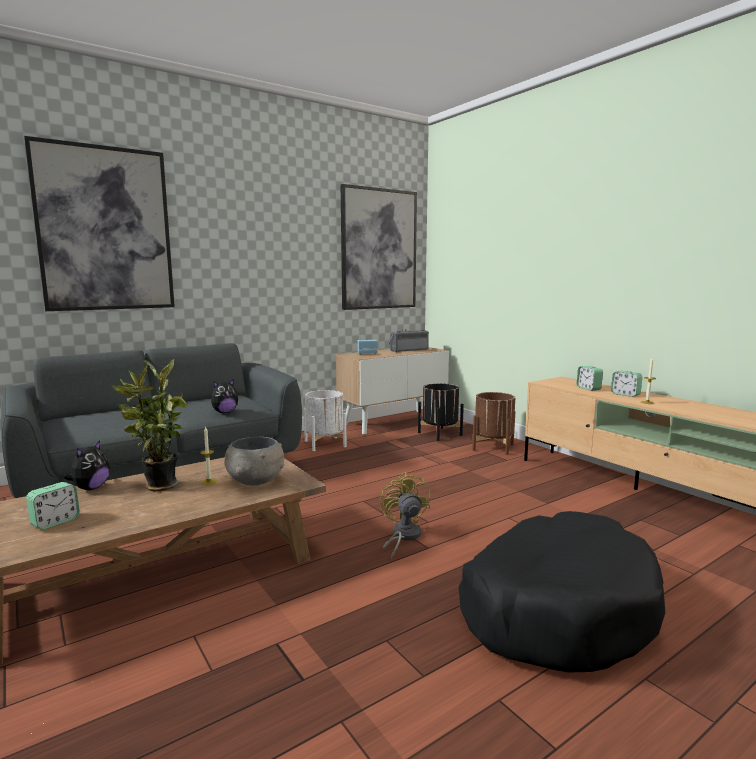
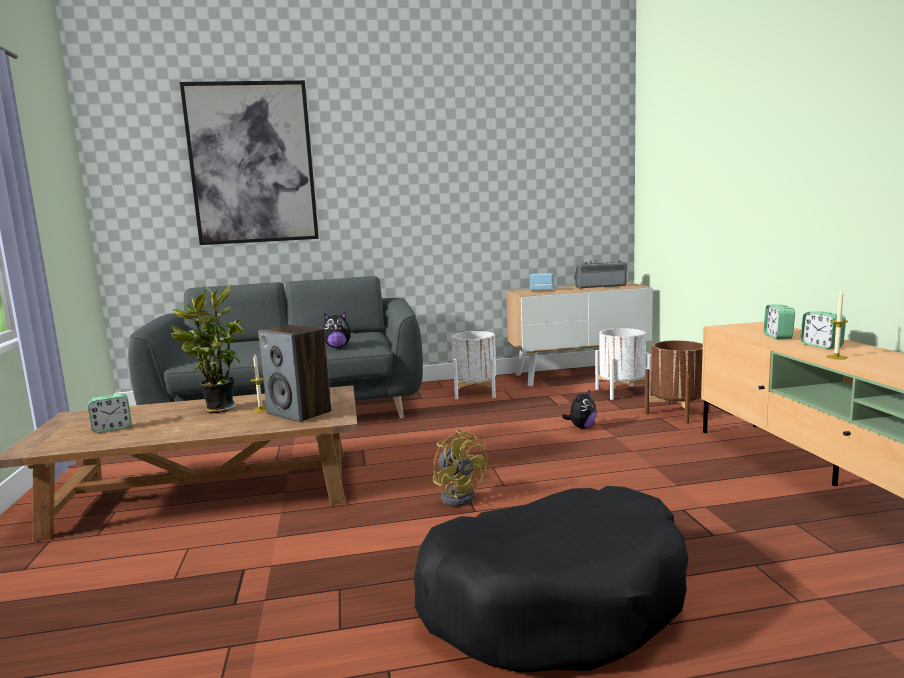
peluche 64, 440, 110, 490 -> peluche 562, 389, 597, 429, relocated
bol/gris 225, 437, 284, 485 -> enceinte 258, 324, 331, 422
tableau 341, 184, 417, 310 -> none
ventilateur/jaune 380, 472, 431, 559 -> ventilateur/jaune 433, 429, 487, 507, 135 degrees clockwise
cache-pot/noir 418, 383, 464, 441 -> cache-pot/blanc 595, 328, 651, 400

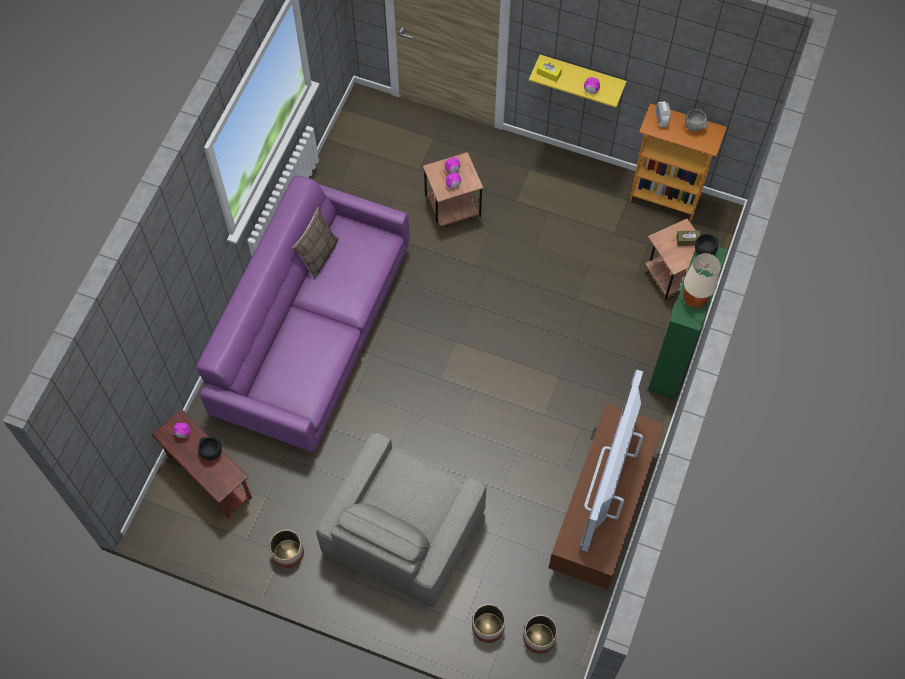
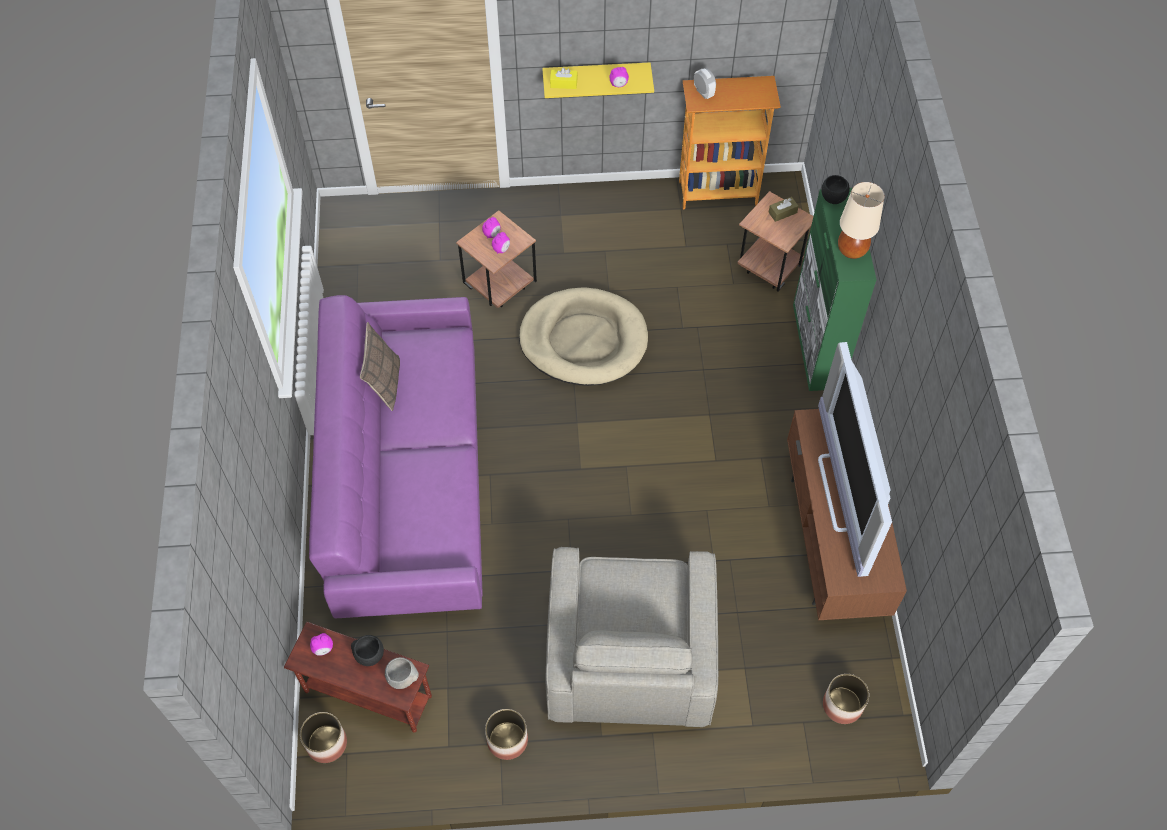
cache-pot 472, 604, 505, 643 -> cache-pot 300, 712, 347, 763, relocated
bol/gris 685, 109, 708, 132 -> bol/gris 385, 657, 419, 689, relocated
none -> panier pour chien/beige 519, 287, 648, 386

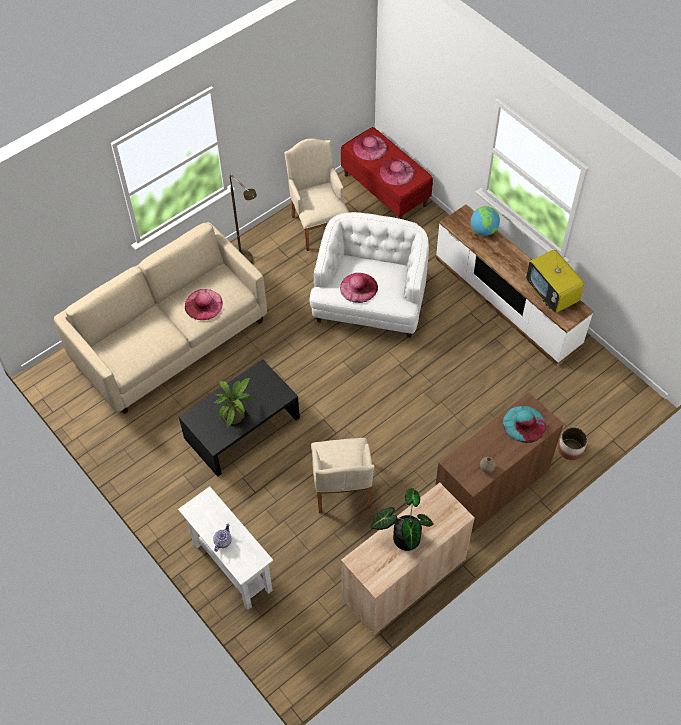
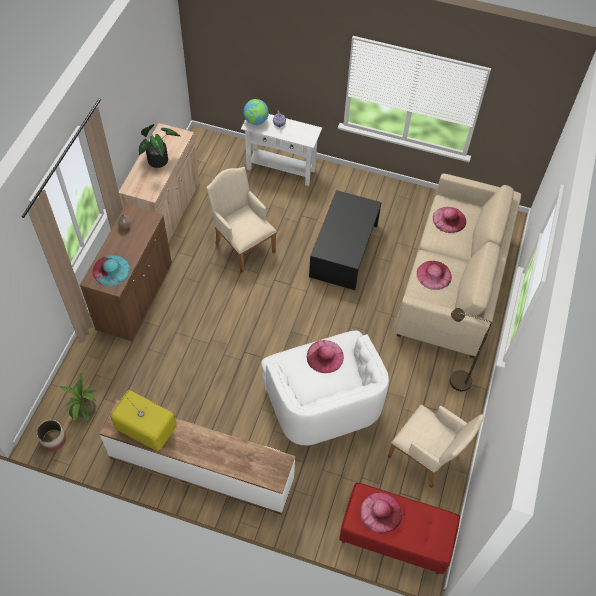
plante en pot 214, 378, 251, 428 -> plante en pot 60, 373, 97, 423, relocated
chapeau/rose 353, 135, 387, 160 -> chapeau/rose 433, 207, 466, 233, relocated
globe 471, 206, 500, 236 -> globe 243, 99, 269, 125, relocated
cache-pot 558, 427, 588, 460 -> cache-pot 36, 420, 66, 451, relocated

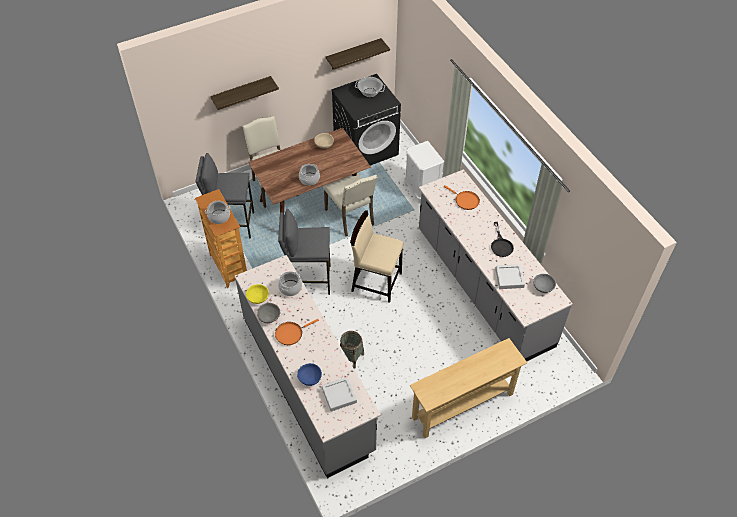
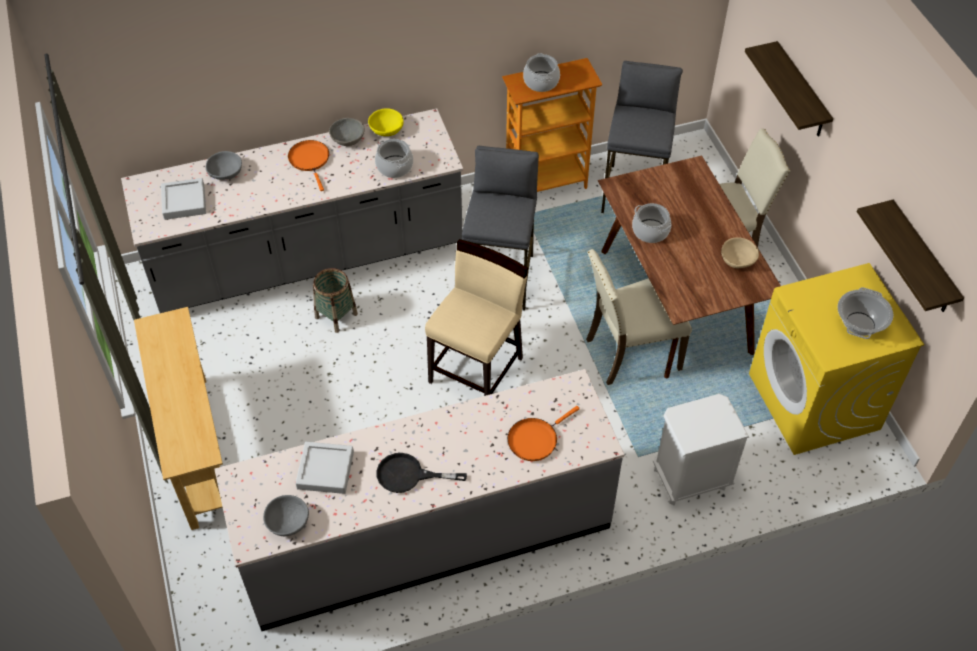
bol/bleu 297, 363, 322, 386 -> bol/gris 206, 151, 242, 180
lave-linge/noir 331, 74, 401, 166 -> lave-linge/jaune 749, 263, 925, 455

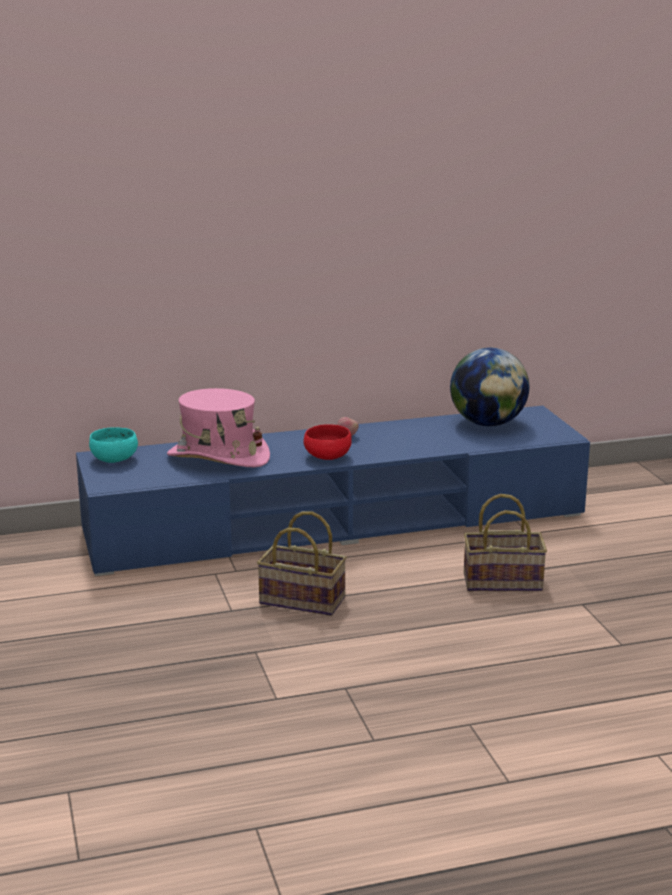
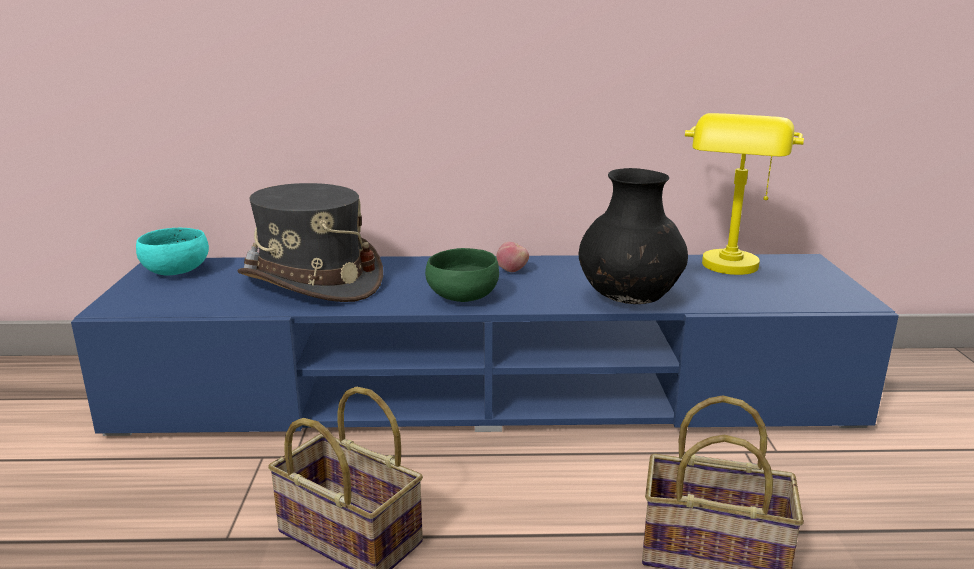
chapeau/rose 167, 388, 270, 468 -> chapeau/gris 238, 183, 383, 302
bol/rouge 304, 424, 352, 460 -> bol/vert 425, 248, 499, 302
globe 450, 348, 529, 426 -> lampe de table/jaune 685, 113, 804, 275
none -> vase/noir 579, 168, 688, 304

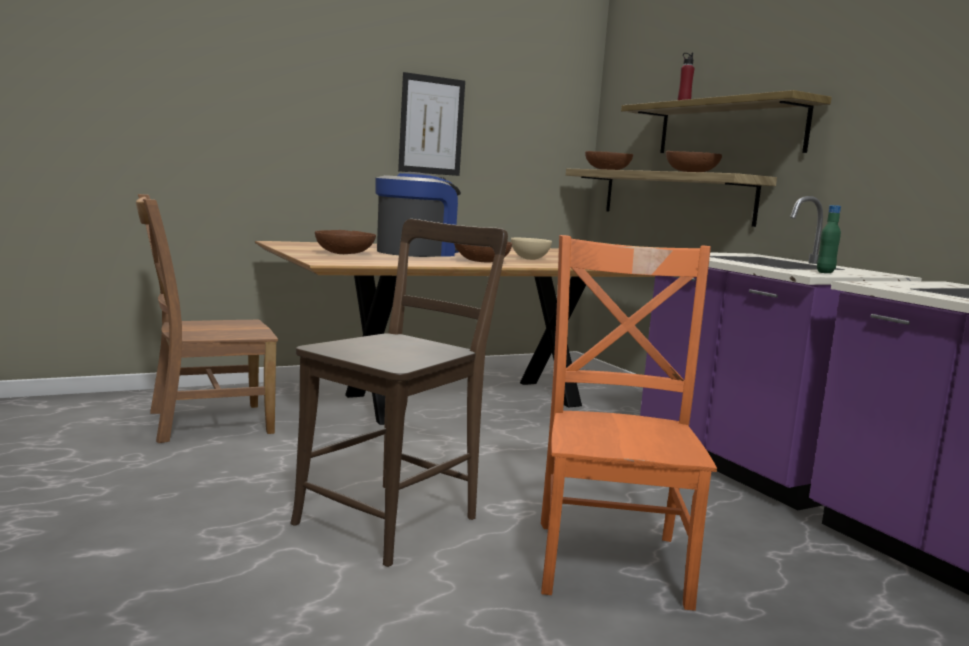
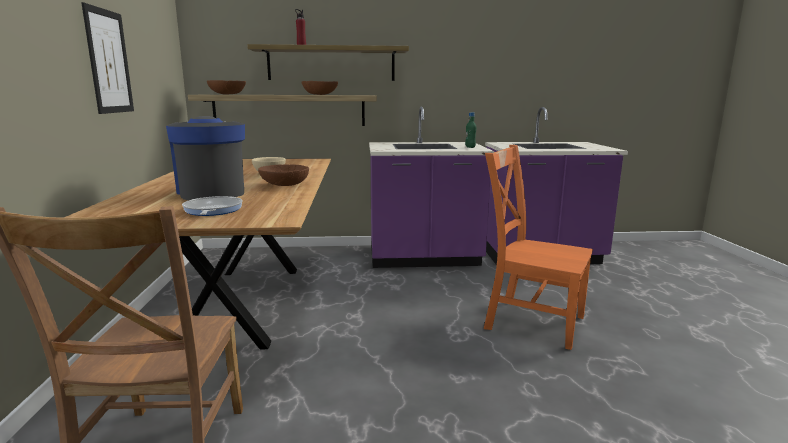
chaise/marron 290, 219, 508, 567 -> none
bol/marron 315, 230, 376, 254 -> poêle 182, 196, 243, 216

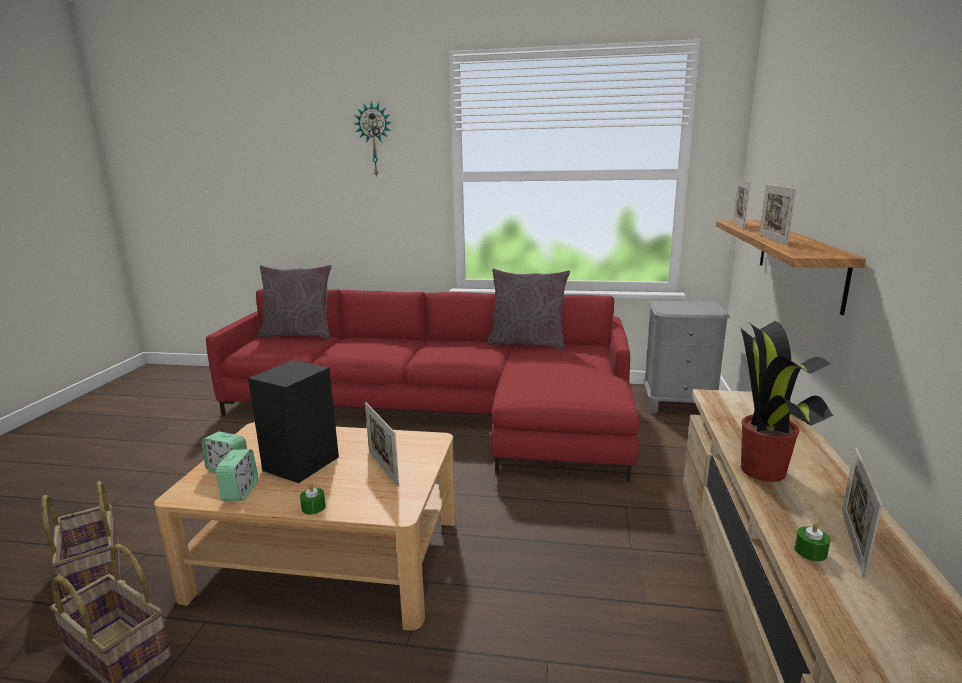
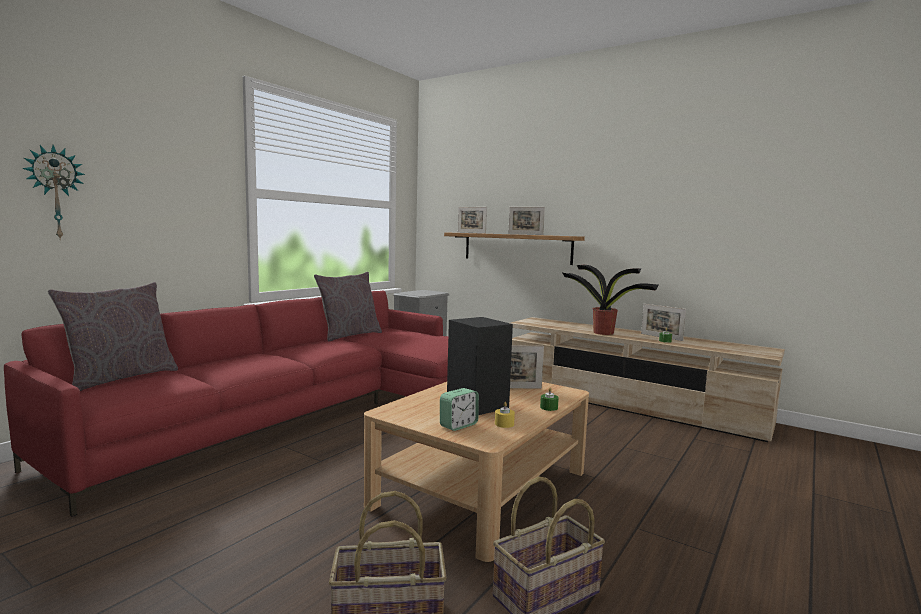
réveil 216, 449, 258, 501 -> bougie/jaune 495, 402, 515, 428
horloge murale 354, 101, 392, 178 -> horloge murale 22, 145, 85, 240, relocated

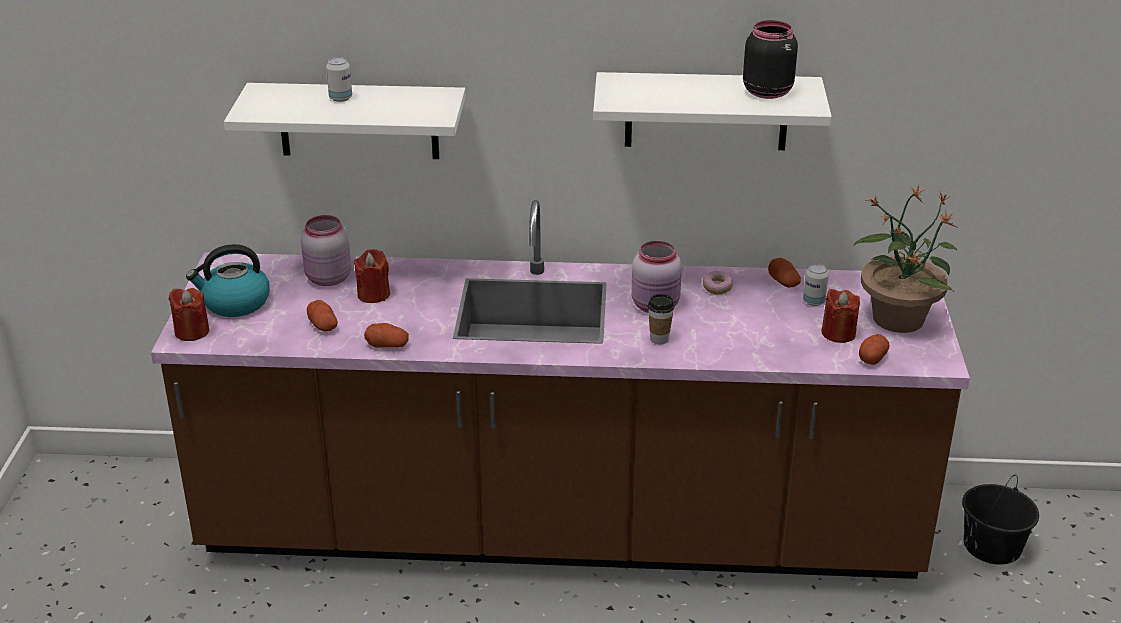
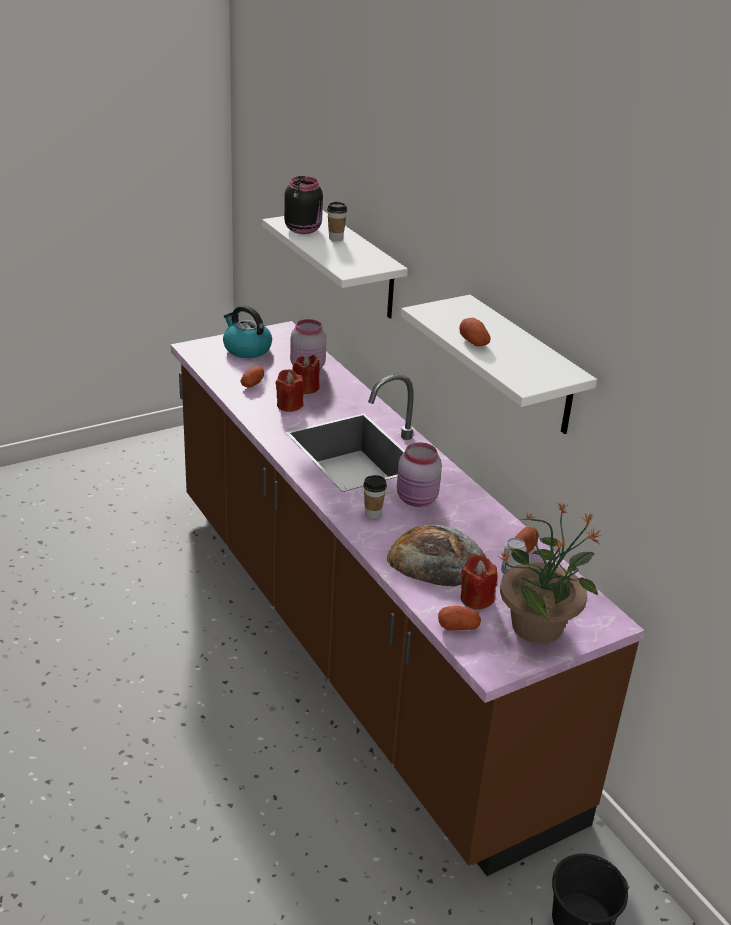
bougie/rouge 169, 288, 209, 341 -> bougie/rouge 276, 369, 304, 412, relocated
boîte métallique 326, 57, 352, 102 -> tasse 327, 202, 347, 241
pomme de terre 364, 323, 409, 348 -> pomme de terre 459, 318, 491, 346, relocated
beignet 703, 271, 733, 294 -> none
bocal/noir 743, 20, 798, 99 -> bocal/noir 284, 176, 323, 234, relocated
none -> pain 387, 525, 486, 587

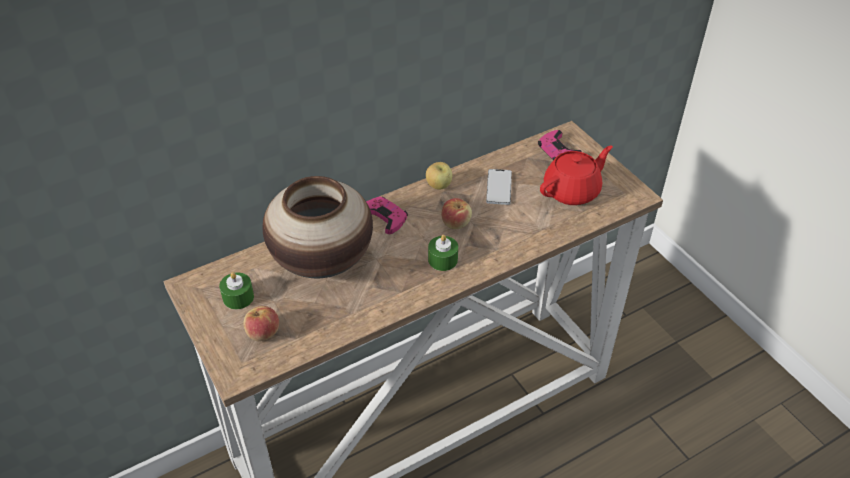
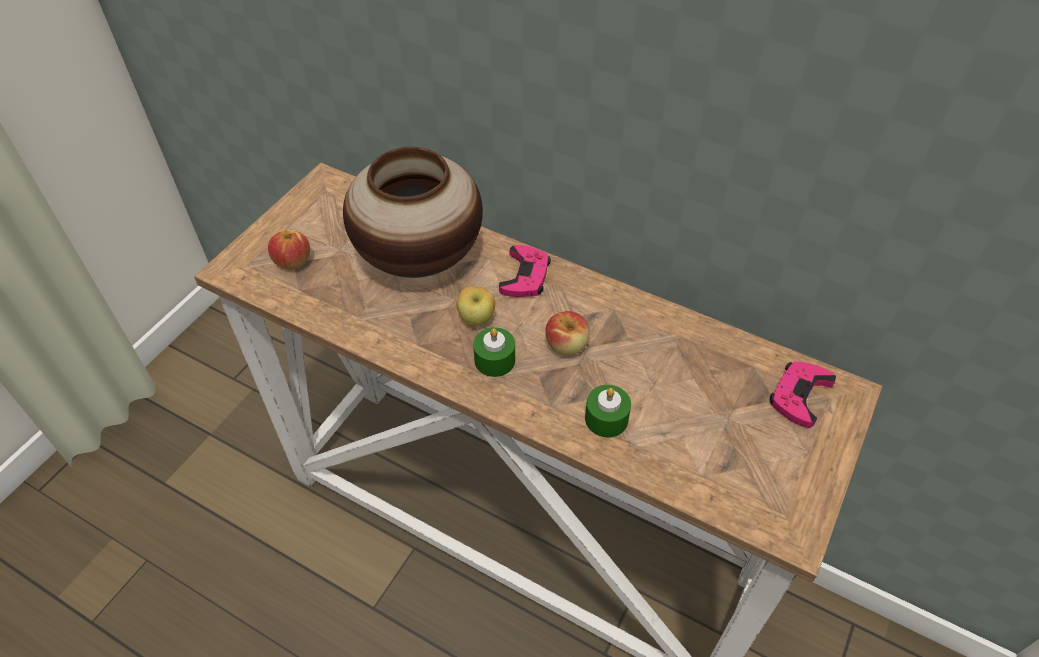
bougie/vert 219, 272, 254, 310 -> bougie/vert 585, 385, 631, 437, relocated
pomme 426, 162, 452, 189 -> pomme 457, 286, 495, 326, relocated
téléphone 486, 169, 512, 205 -> none
théière/rouge 540, 146, 613, 205 -> none

